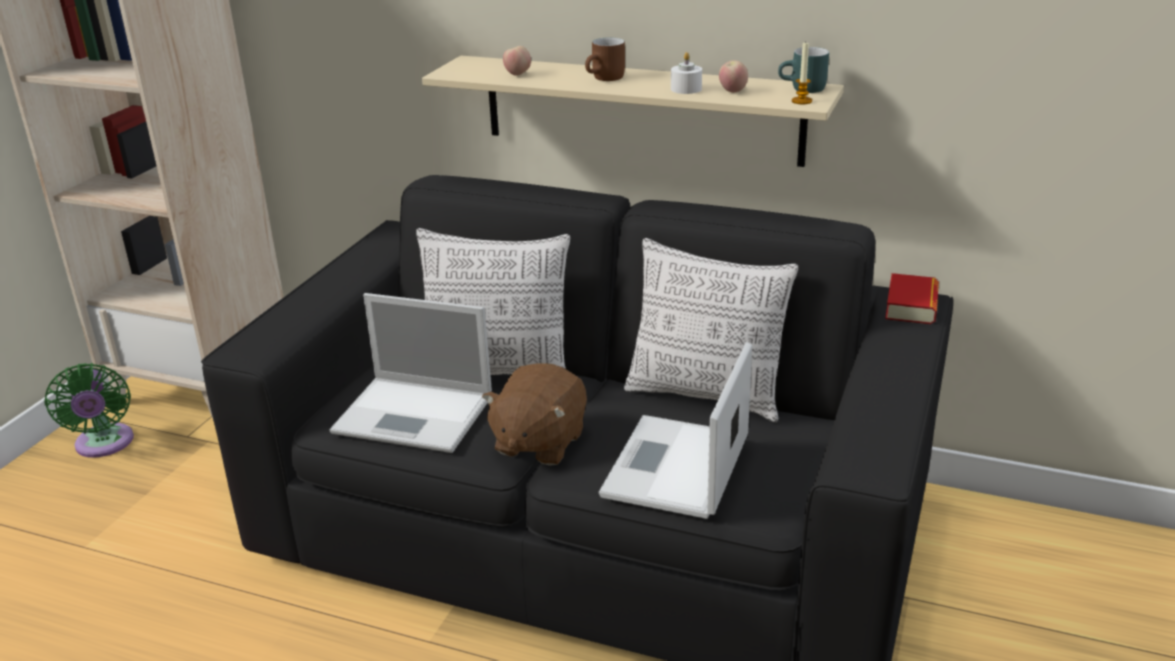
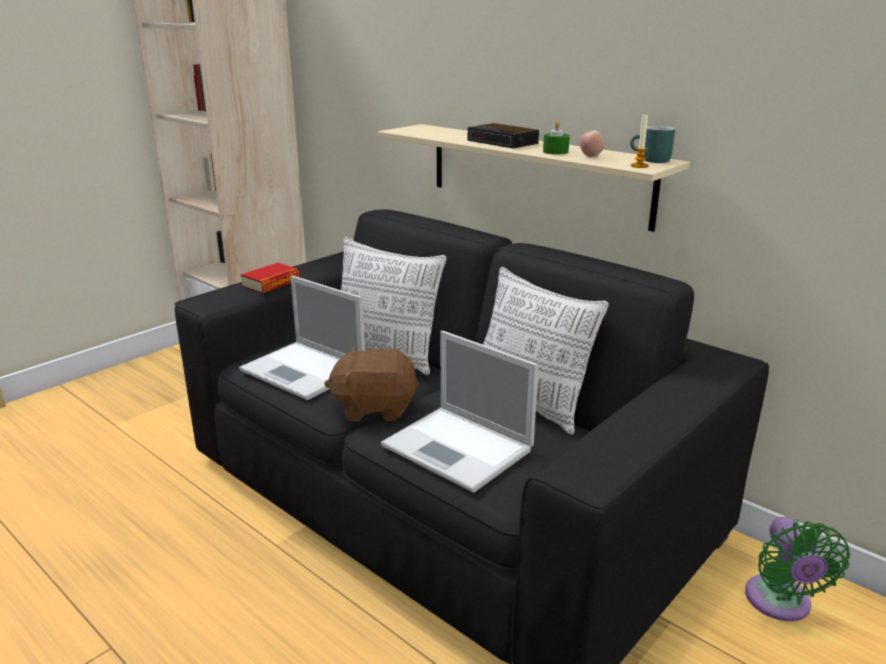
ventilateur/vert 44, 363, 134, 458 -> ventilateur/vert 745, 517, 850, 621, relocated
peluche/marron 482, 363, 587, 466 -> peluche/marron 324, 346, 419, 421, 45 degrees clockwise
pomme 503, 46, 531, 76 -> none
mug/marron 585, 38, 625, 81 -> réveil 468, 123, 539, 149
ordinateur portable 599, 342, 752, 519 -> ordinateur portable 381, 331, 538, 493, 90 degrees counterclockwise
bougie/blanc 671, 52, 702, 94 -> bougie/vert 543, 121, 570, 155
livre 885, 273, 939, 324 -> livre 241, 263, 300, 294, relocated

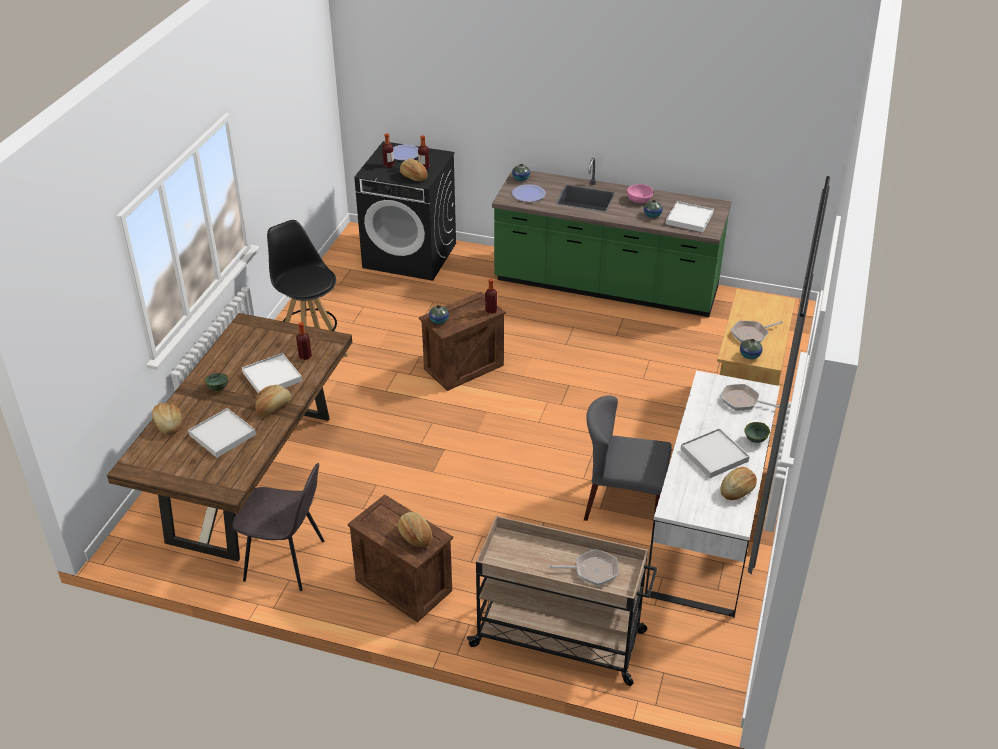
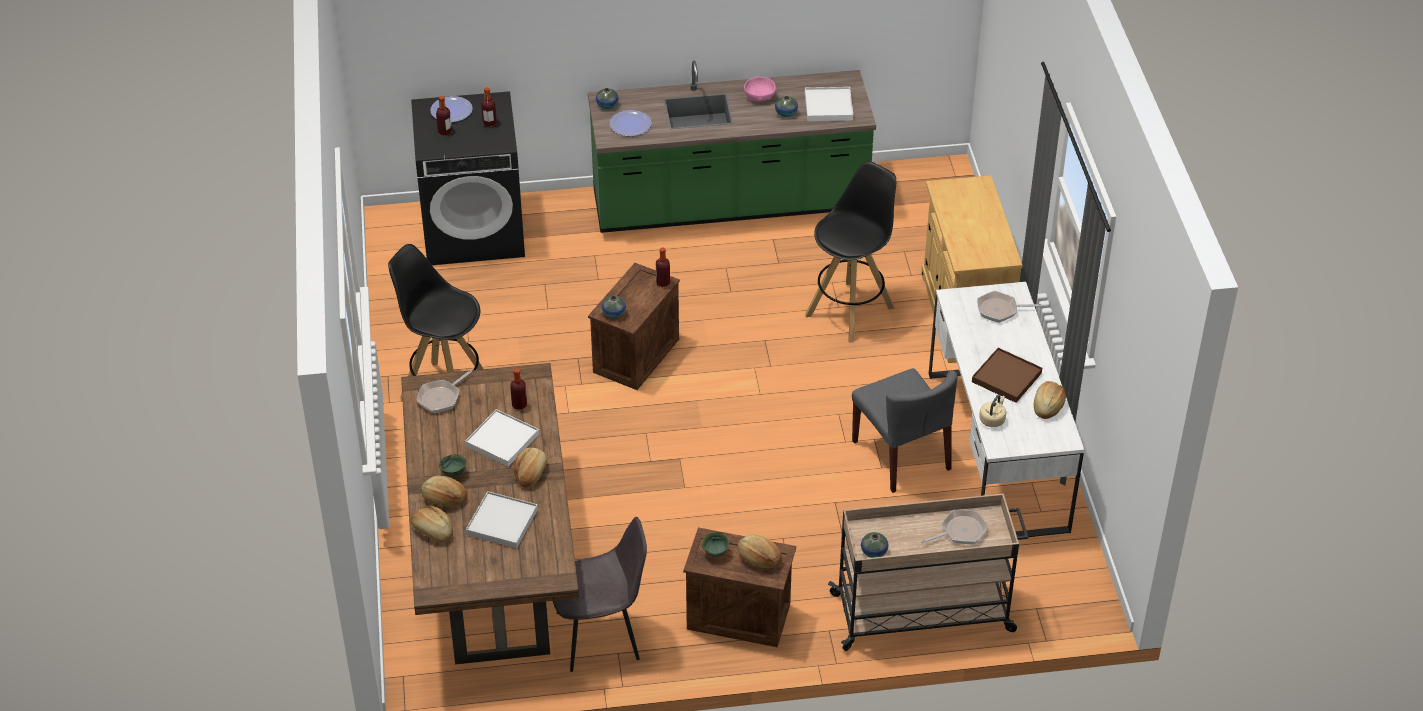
pain 400, 159, 428, 181 -> pain 421, 476, 468, 507, relocated
chaise/gris 584, 396, 672, 521 -> chaise/gris 852, 368, 957, 493, 105 degrees counterclockwise
plateau/blanc 681, 428, 750, 478 -> plateau/marron 972, 348, 1042, 403
poêle 731, 321, 783, 343 -> poêle 416, 370, 472, 413, relocated
vase 740, 339, 763, 359 -> vase 861, 532, 888, 558, relocated
bol/vert 744, 422, 770, 443 -> bol/vert 702, 532, 730, 557, relocated
none -> tabouret/noir 805, 161, 896, 343
none -> bouilloire/beige 979, 395, 1006, 427

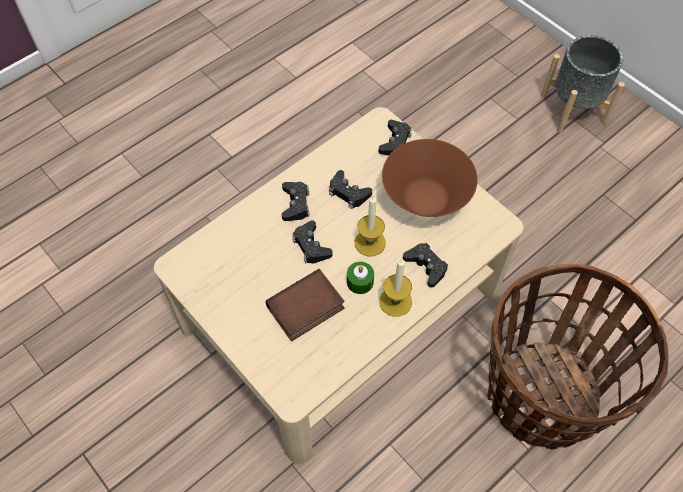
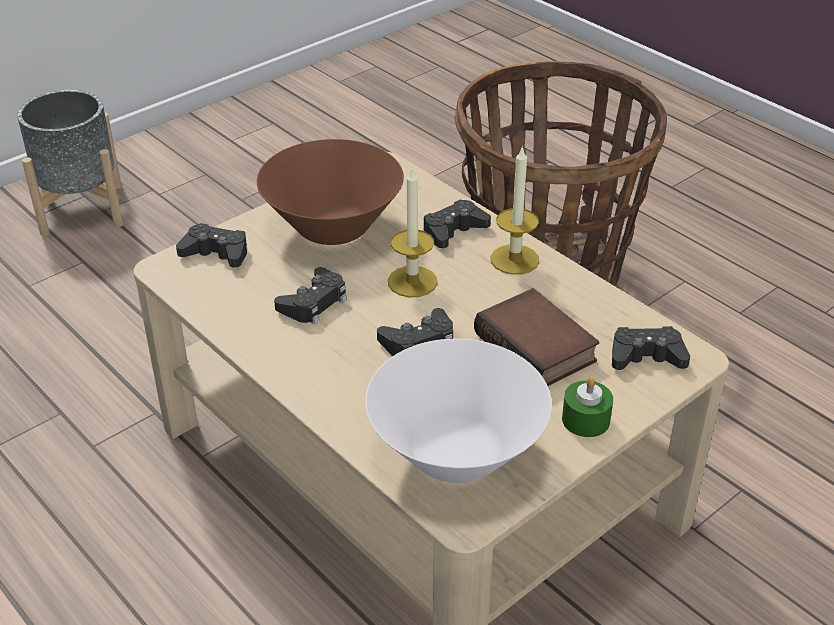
manette/noir 282, 182, 309, 221 -> manette/noir 612, 326, 690, 370, relocated
bougie/vert 347, 262, 374, 294 -> bougie/vert 562, 377, 613, 437, relocated
none -> bol/blanc 365, 339, 552, 483

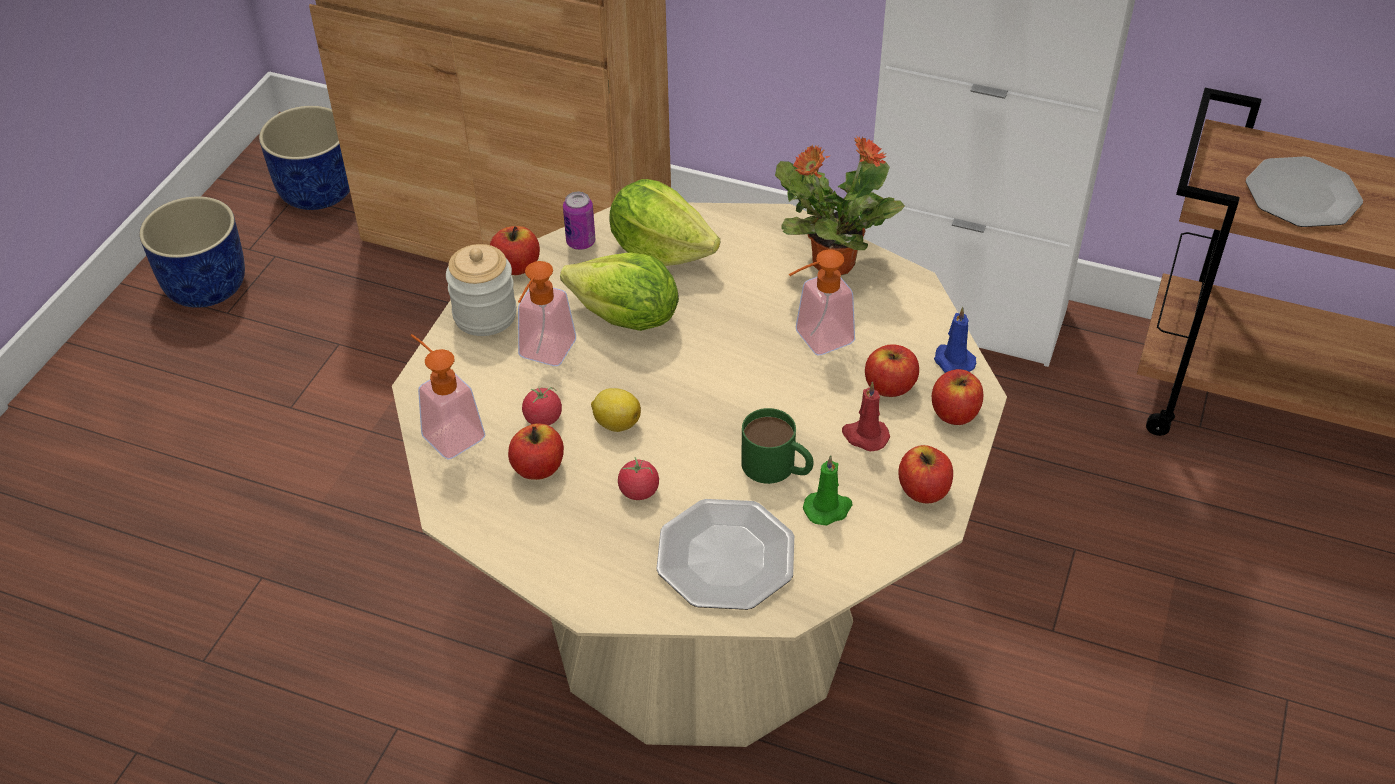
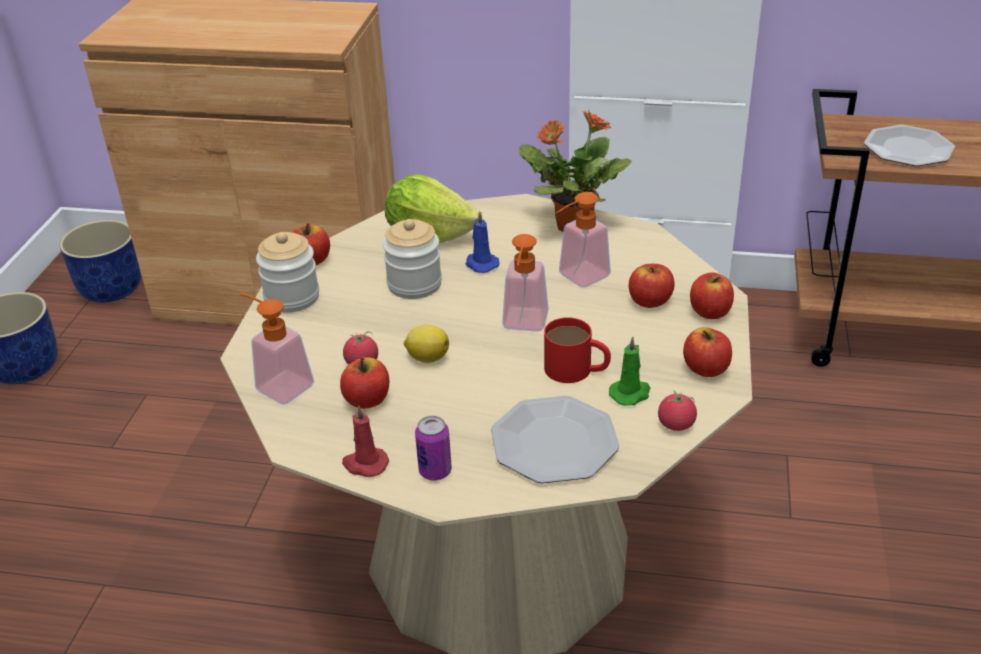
distributeur de savon 518, 261, 576, 366 -> distributeur de savon 502, 234, 549, 332, relocated
laitue 560, 253, 679, 331 -> bocal 383, 219, 442, 299
boîte métallique 563, 192, 595, 250 -> boîte métallique 415, 416, 452, 480, relocated
tomate 618, 457, 659, 500 -> tomate 658, 390, 697, 431, relocated
mug/vert 741, 408, 813, 484 -> mug/rouge 544, 317, 611, 383
bougie/rouge 842, 381, 890, 451 -> bougie/rouge 342, 405, 389, 477, relocated
bougie/bleu 934, 307, 976, 373 -> bougie/bleu 465, 211, 500, 273, relocated

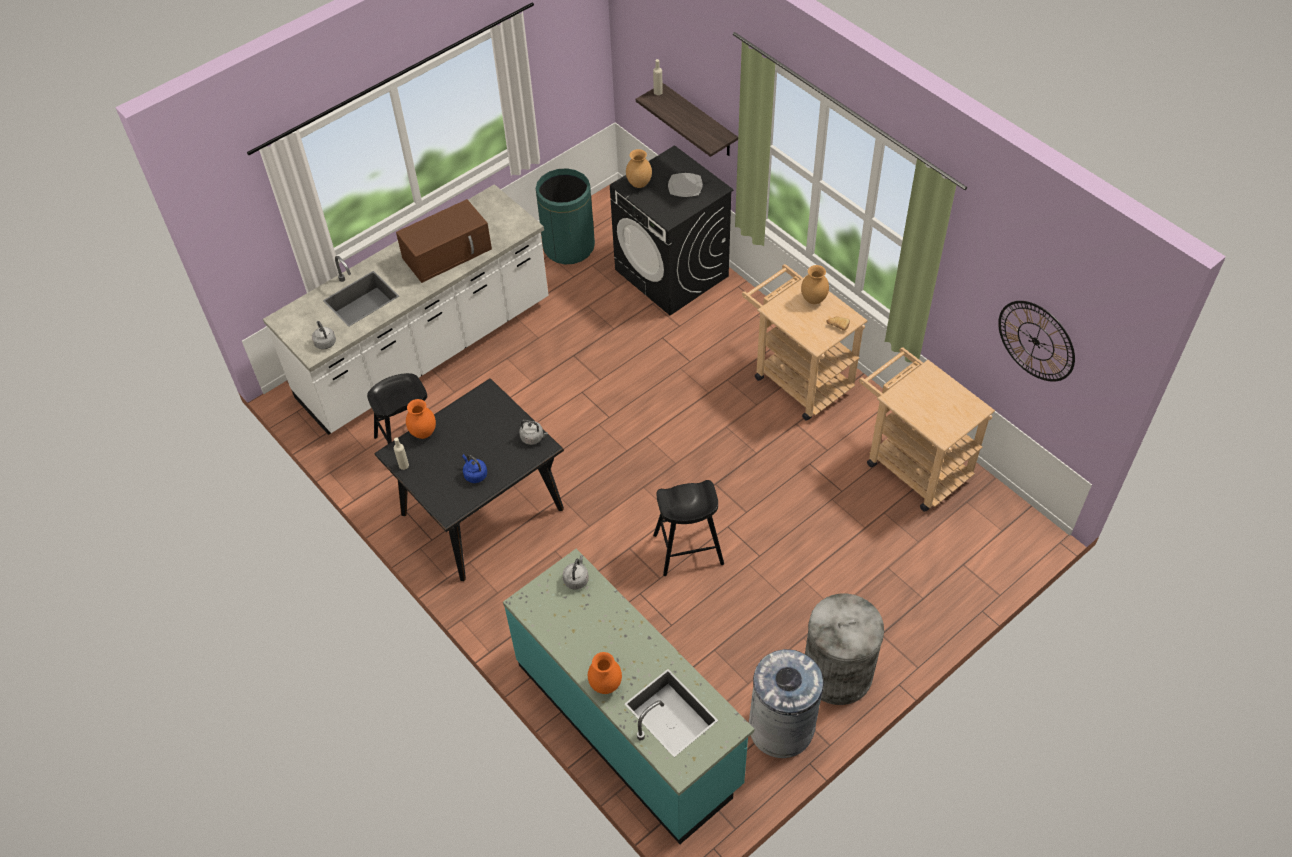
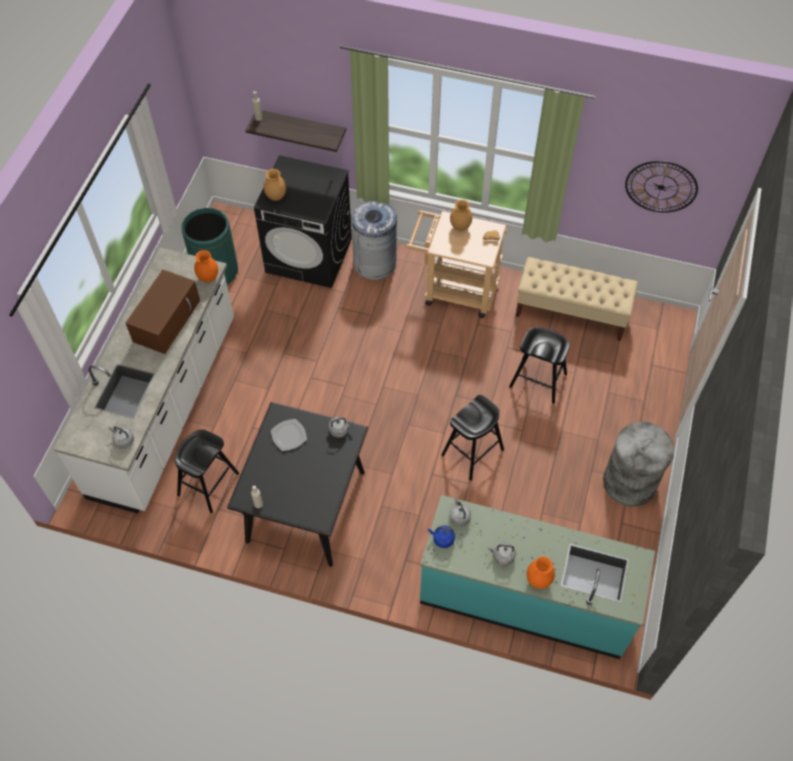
vase/orange 406, 399, 436, 439 -> vase/orange 194, 250, 218, 282, relocated
bouilloire/bleu 462, 454, 487, 483 -> bouilloire/bleu 428, 526, 455, 548, relocated
assiette 668, 173, 703, 197 -> assiette 271, 419, 307, 451, relocated
poubelle/gris 749, 649, 824, 758 -> poubelle/gris 351, 201, 397, 280, relocated
chariot/beige 859, 347, 995, 511 -> banc/beige 515, 257, 638, 341
none -> bouilloire/gris 488, 543, 516, 566
none -> tabouret/noir 509, 328, 570, 404

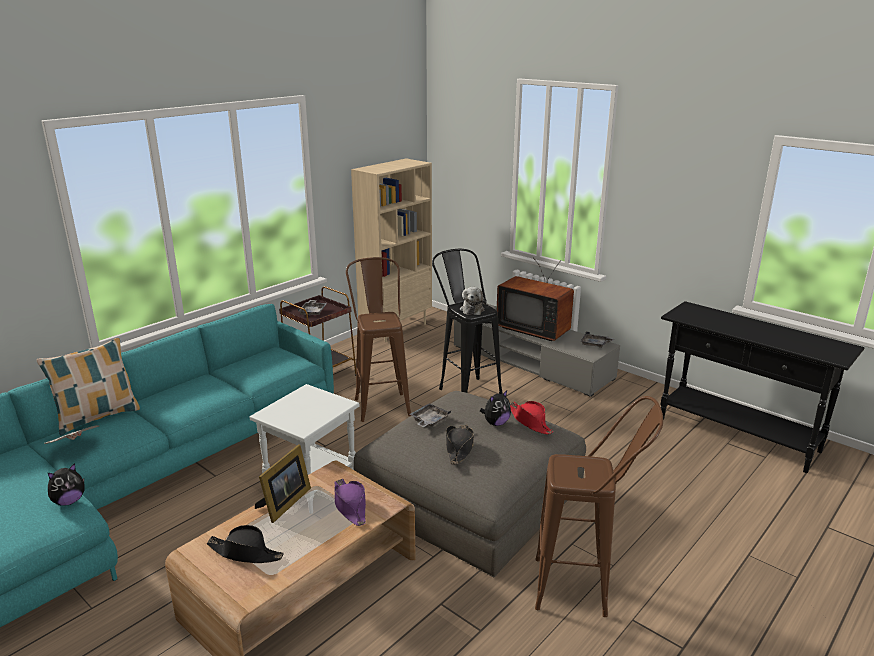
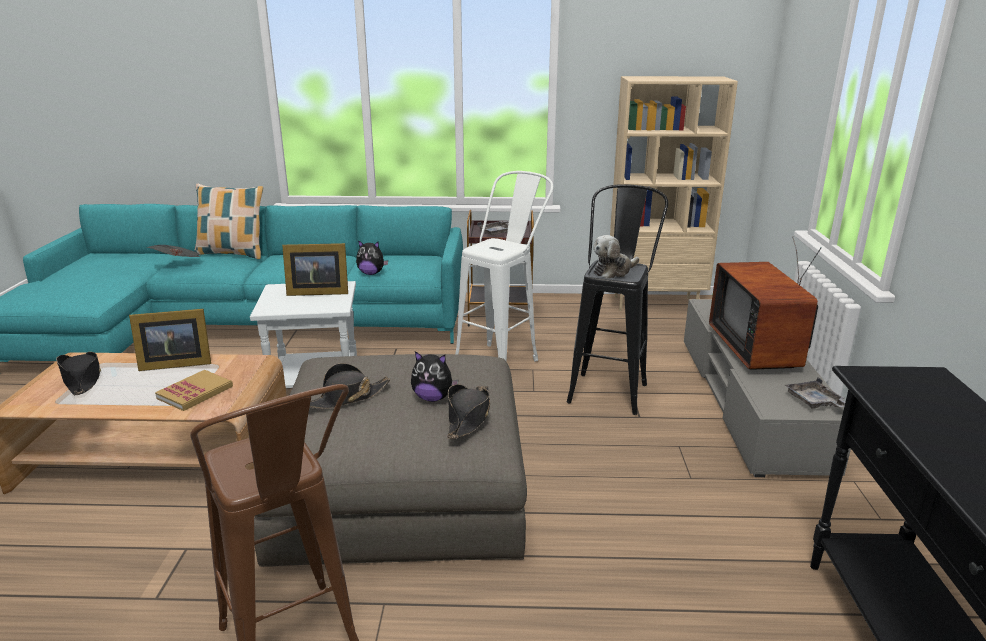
peluche 48, 463, 85, 506 -> peluche 356, 240, 388, 275, relocated
chapeau/violet 334, 479, 366, 526 -> livre 155, 370, 233, 411
tabouret/marron 346, 257, 411, 422 -> tabouret/blanc 455, 171, 554, 362
plateau/gris 409, 403, 451, 427 -> none
chapeau/rouge 510, 401, 553, 434 -> chapeau/noir 447, 384, 490, 439
none -> cadre photo 282, 243, 348, 296

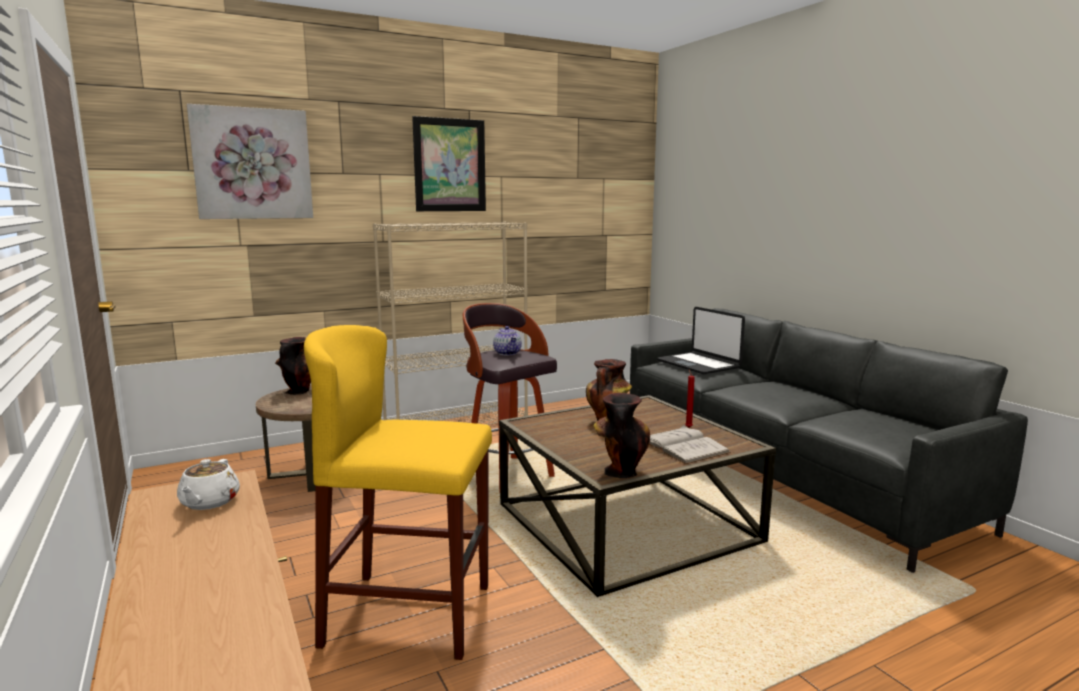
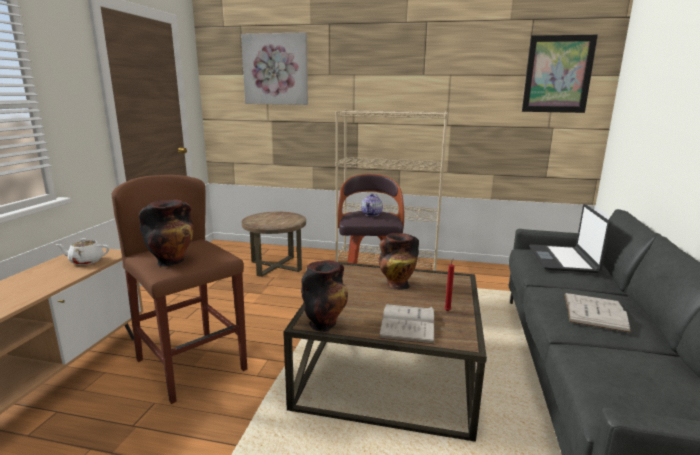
théière/blanc 177, 459, 240, 510 -> théière/blanc 56, 238, 109, 265, 45 degrees clockwise
vase 275, 337, 311, 395 -> vase 139, 200, 193, 267, relocated
tabouret/jaune 304, 325, 492, 660 -> tabouret/marron 112, 175, 247, 404
tableau 412, 116, 486, 211 -> tableau 522, 35, 598, 113, relocated
none -> livre/blanc 564, 293, 631, 333

